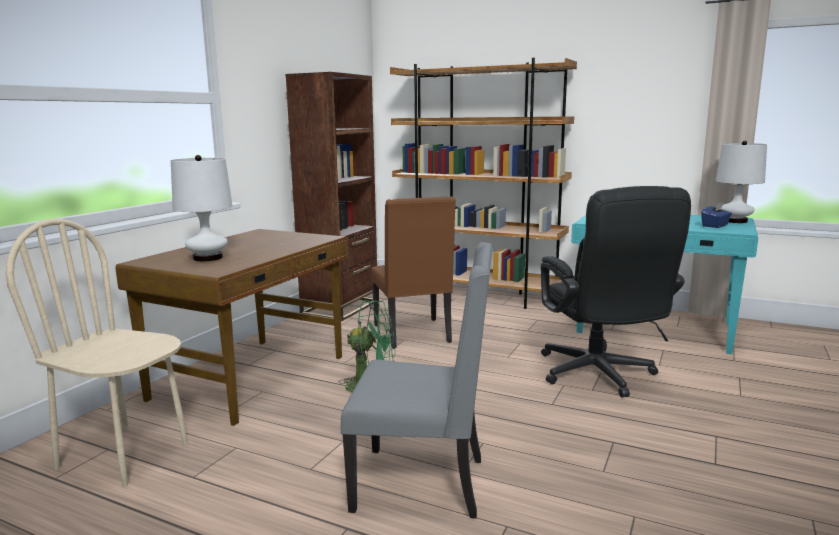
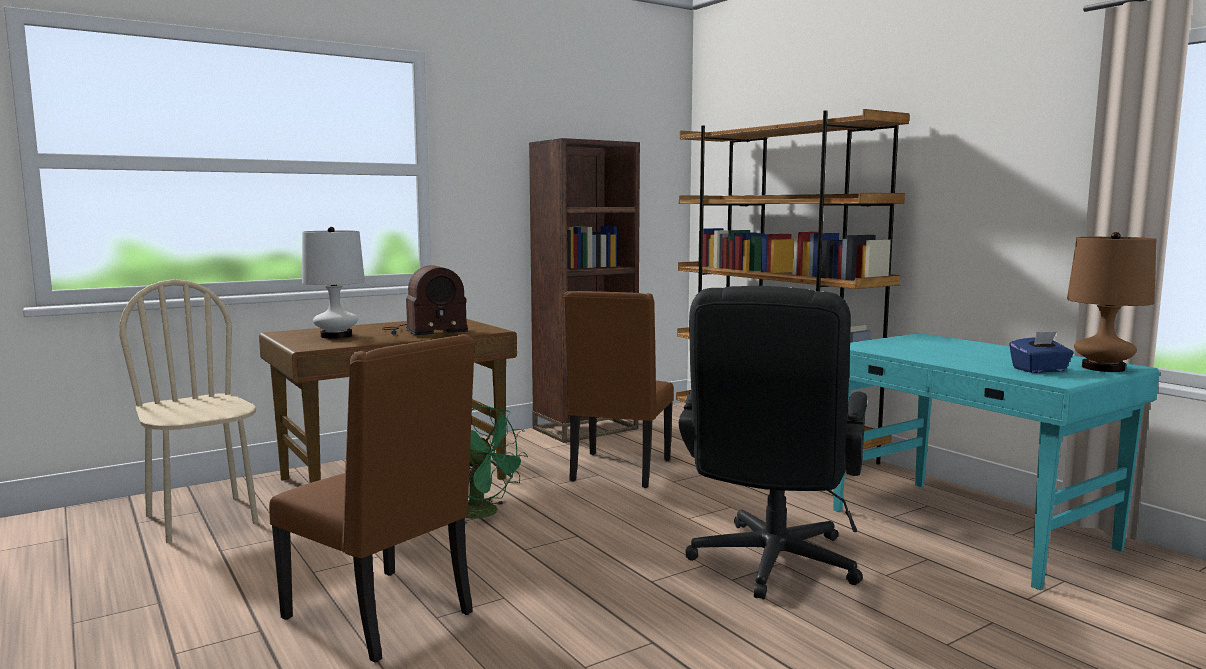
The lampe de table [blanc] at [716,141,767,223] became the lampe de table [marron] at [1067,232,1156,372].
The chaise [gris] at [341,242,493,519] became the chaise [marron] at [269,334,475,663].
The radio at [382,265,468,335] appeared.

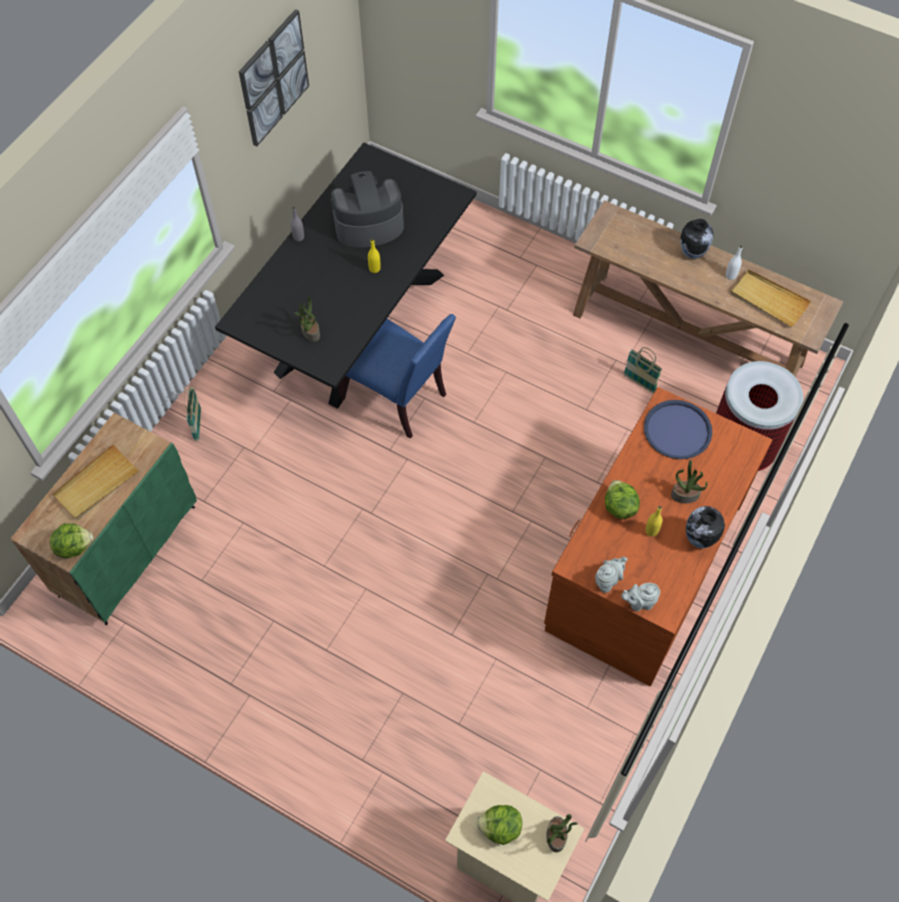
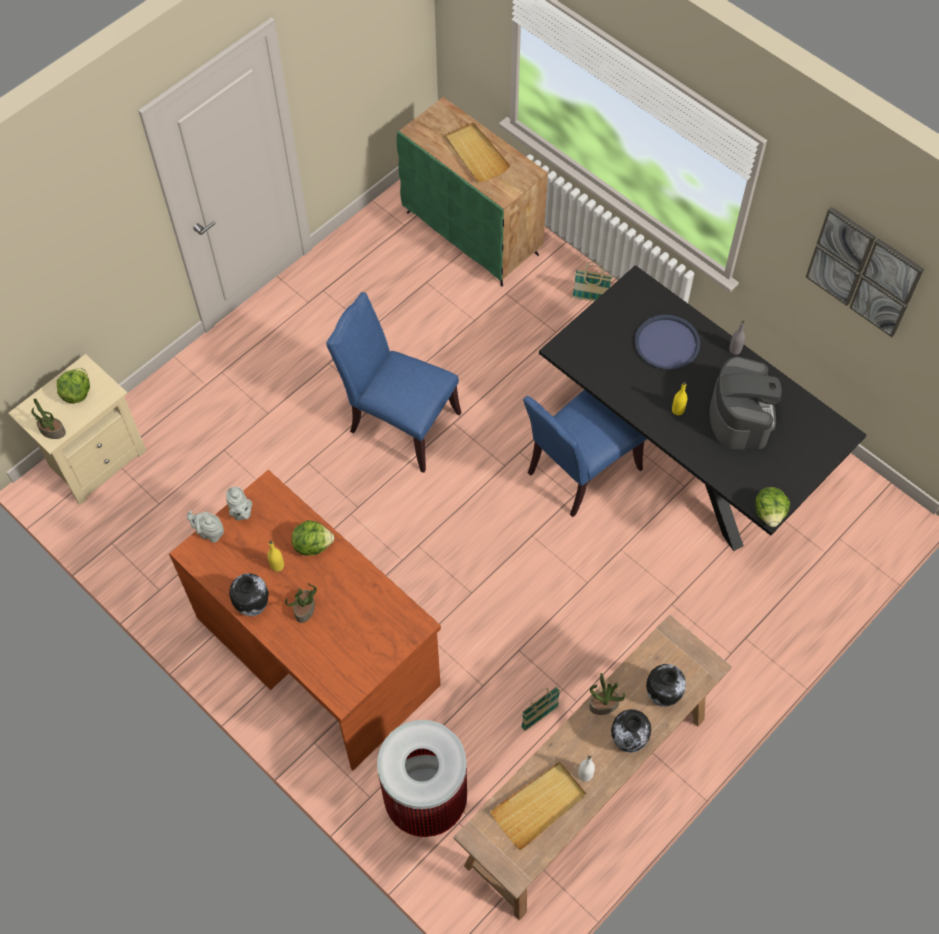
The plante en pot moved from [295,297,320,342] to [589,673,625,715].
The plateau [bleu] moved from [644,400,712,459] to [635,315,700,370].
The laitue moved from [50,523,93,558] to [755,487,790,527].
The théière [gris] at [621,583,660,611] turned 75 degrees counterclockwise.
The chaise [bleu] at [326,292,462,473] appeared.
The vase at [646,664,686,707] appeared.

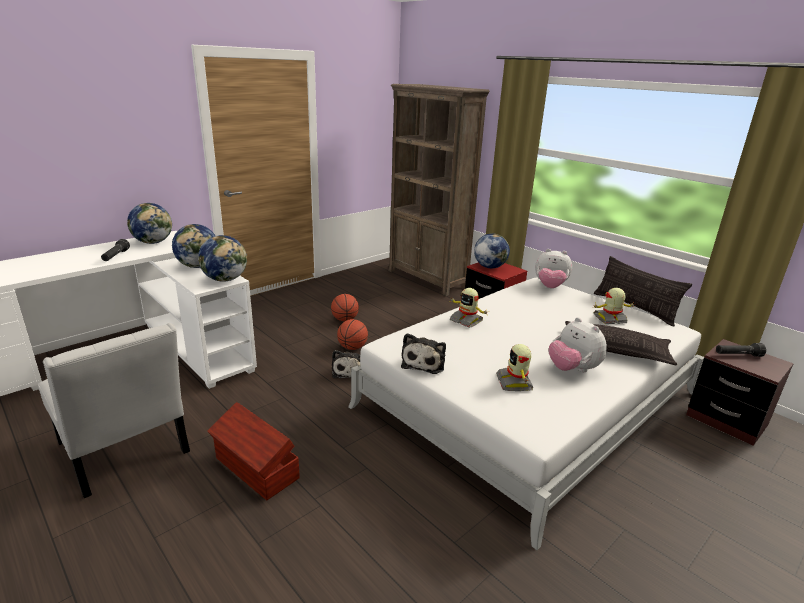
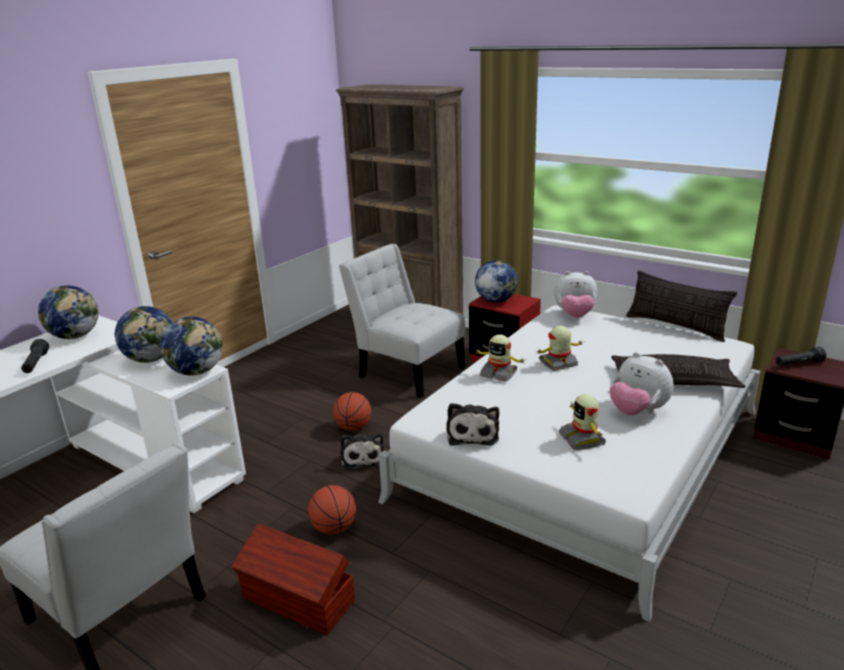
The robot jouet moved from [593,288,634,324] to [537,326,583,371].
The ballon de basket moved from [331,294,359,321] to [308,485,356,535].
The chaise [blanc] at [339,244,465,398] appeared.

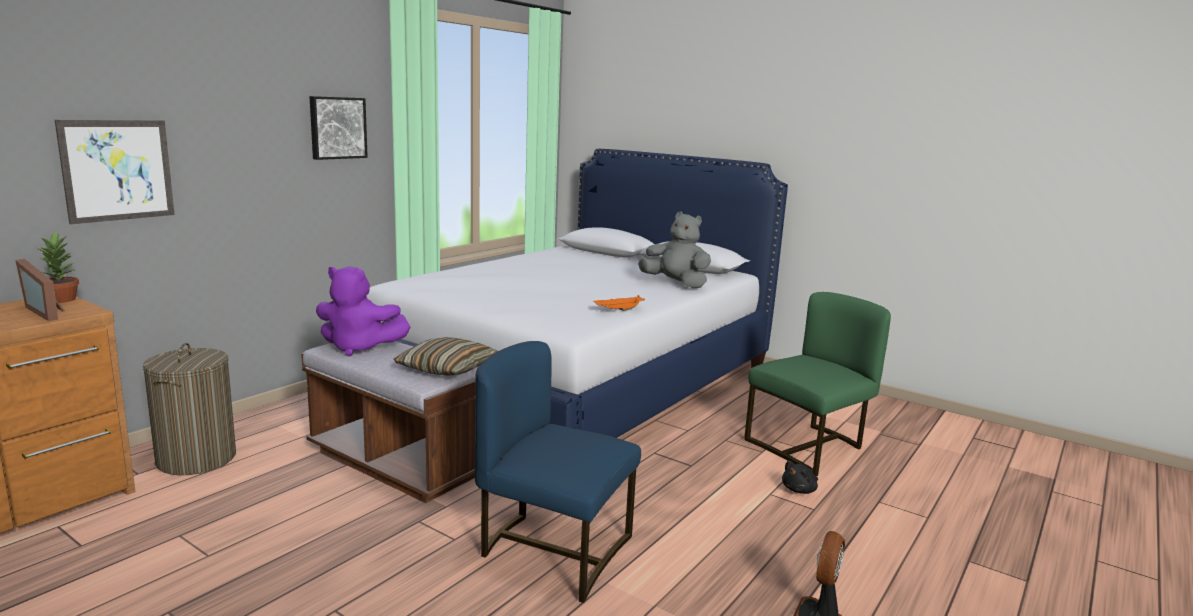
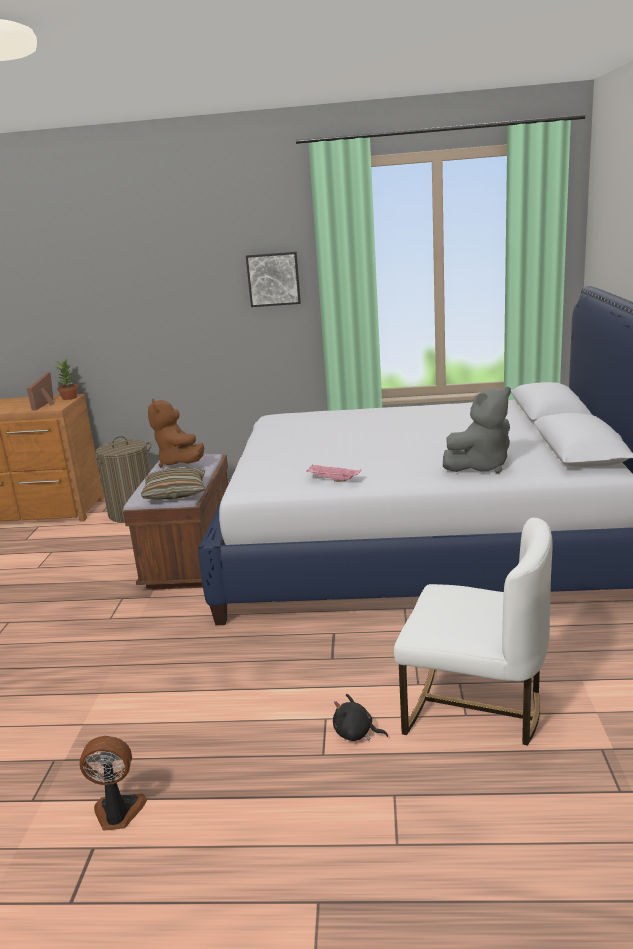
The tableau at [55,120,175,224] disappeared.
The peluche [gris] at [638,212,711,288] turned 60 degrees clockwise.
The peluche [violet] at [316,266,410,357] became the peluche [marron] at [148,399,204,467].
The chaise [vert] at [744,292,891,476] became the chaise [blanc] at [394,518,553,746].
The plateau [orange] at [593,295,645,311] became the plateau [rose] at [306,465,361,482].
The chaise [bleu] at [475,341,641,603] disappeared.

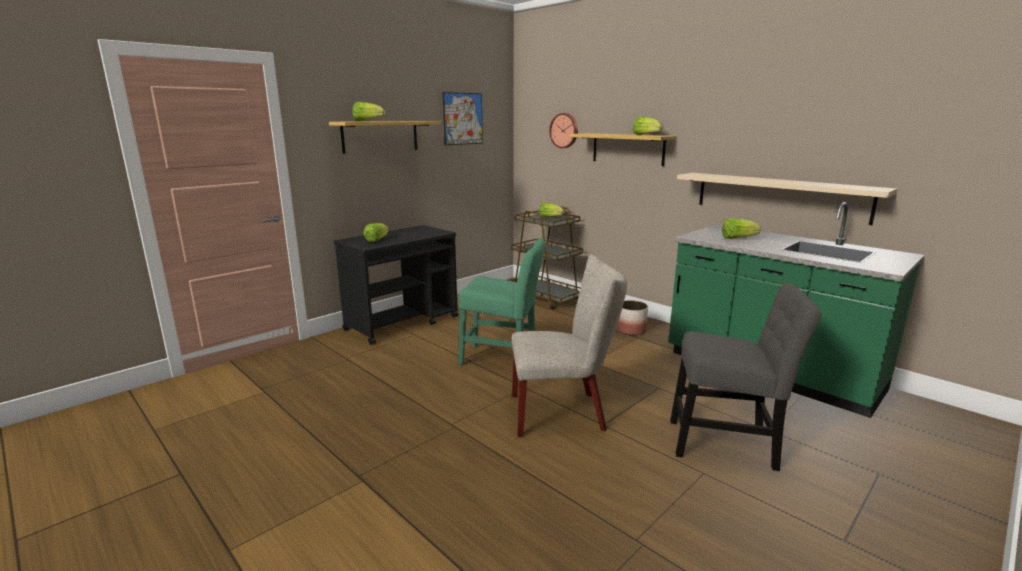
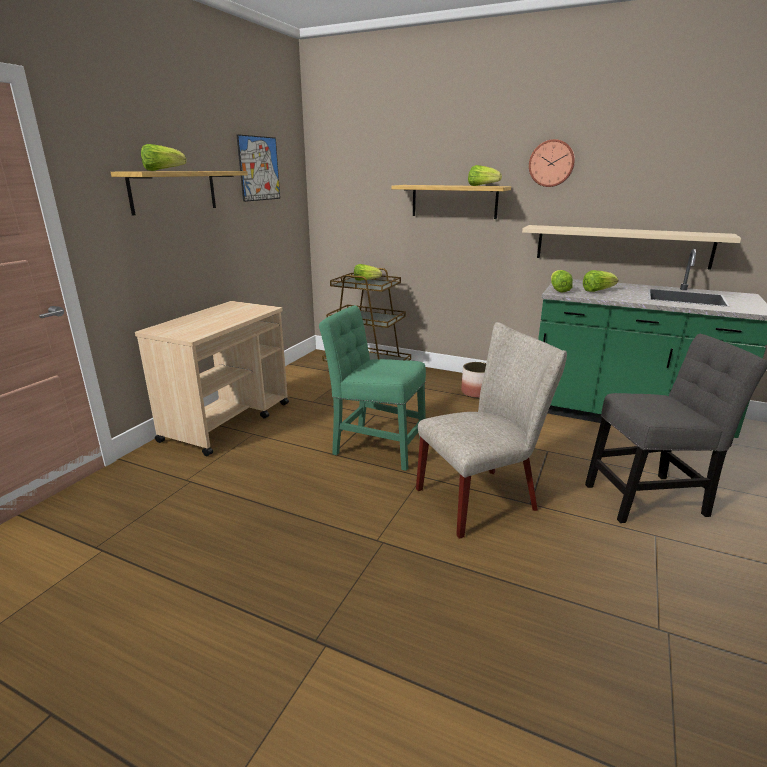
The horloge murale moved from [549,113,578,148] to [529,139,575,187].
The laitue moved from [364,223,389,242] to [551,270,573,293].
The chariot [noir] at [334,225,458,345] became the chariot [beige] at [135,301,289,456].
The chaise [vert] at [458,239,545,366] turned 150 degrees counterclockwise.

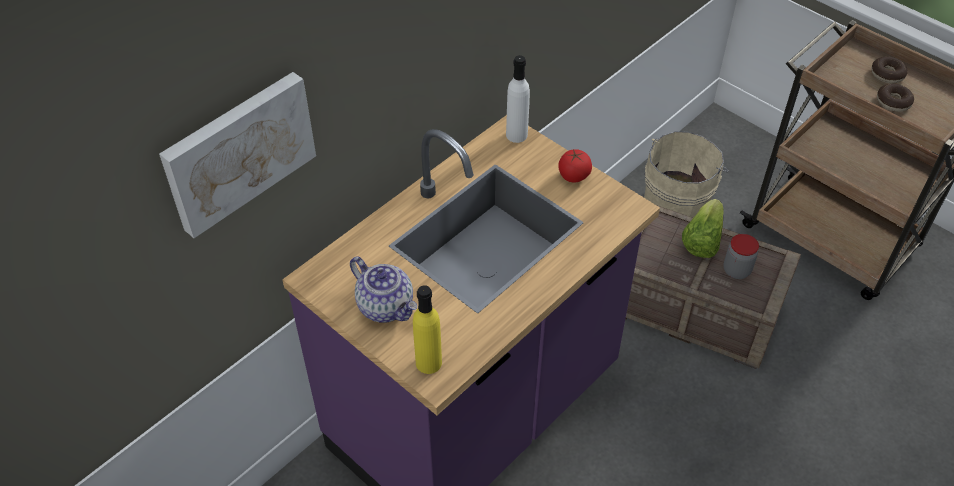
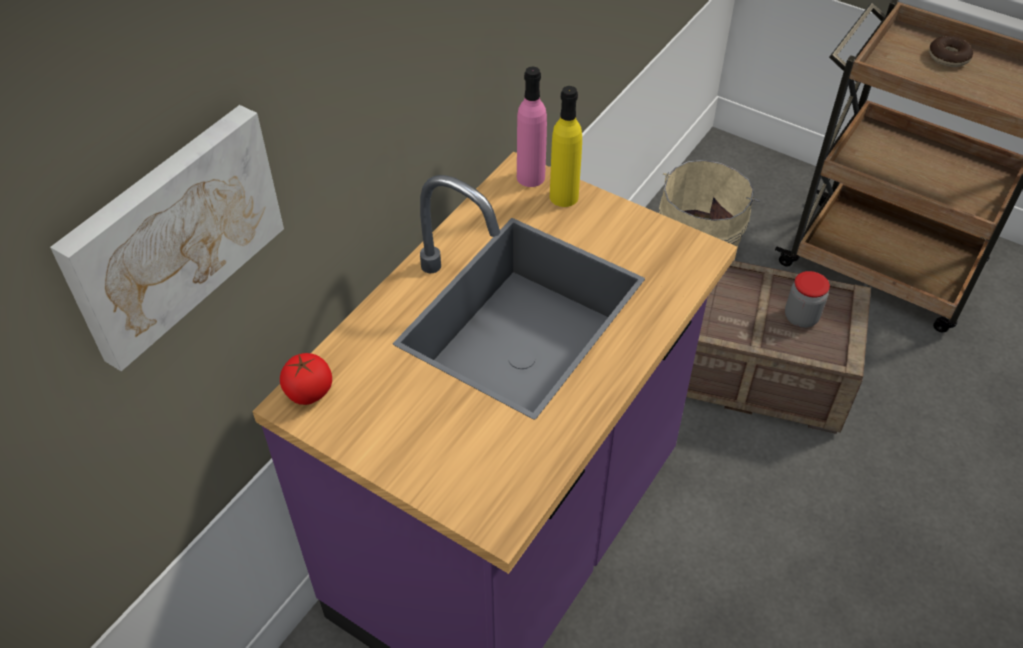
The bouteille [blanc] at [506,55,530,143] became the bouteille [rose] at [517,67,547,187].
The beignet at [877,84,914,112] disappeared.
The tomate moved from [558,149,592,183] to [280,353,332,405].
The laitue at [682,199,723,258] disappeared.
The théière at [350,257,417,323] disappeared.
The bouteille [jaune] moved from [413,285,442,374] to [550,86,582,207].

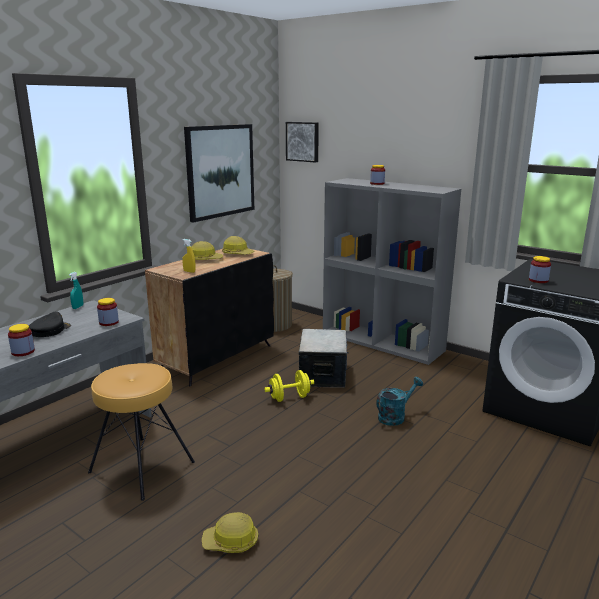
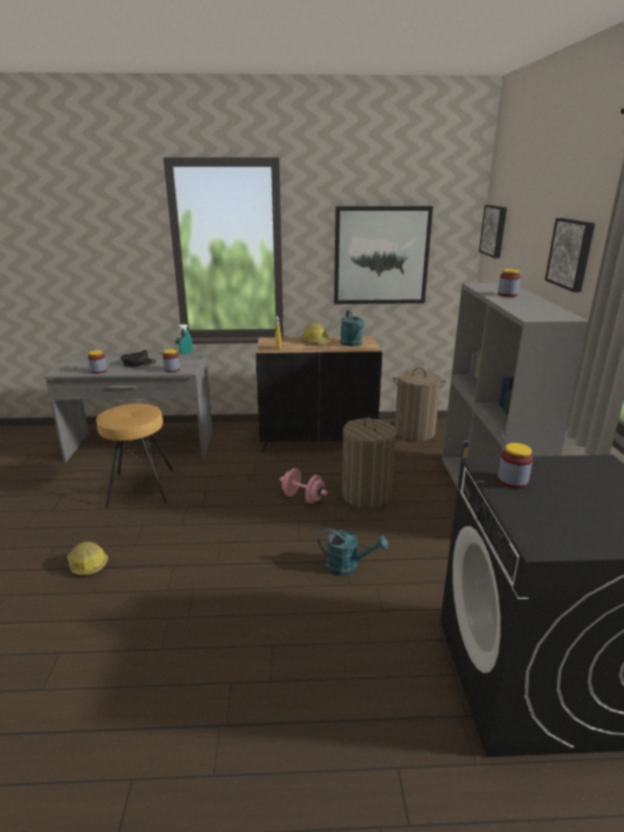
The casque de chantier at [222,236,255,255] was replaced by the arrosoir [turquoise] at [340,310,365,346].
The boîte de rangement at [299,329,349,388] was replaced by the panier à linge at [342,417,397,508].
The haltère [jaune] at [264,370,314,402] became the haltère [rose] at [280,468,327,504].
The tableau at [545,218,595,292] appeared.

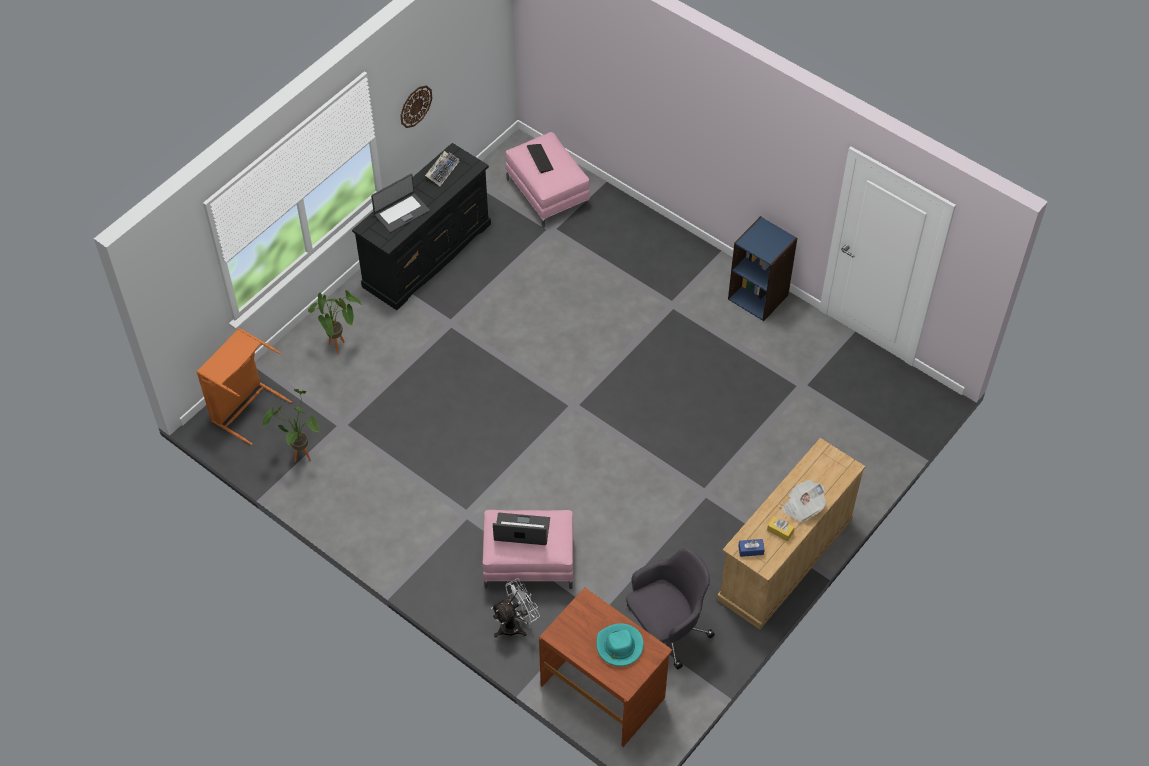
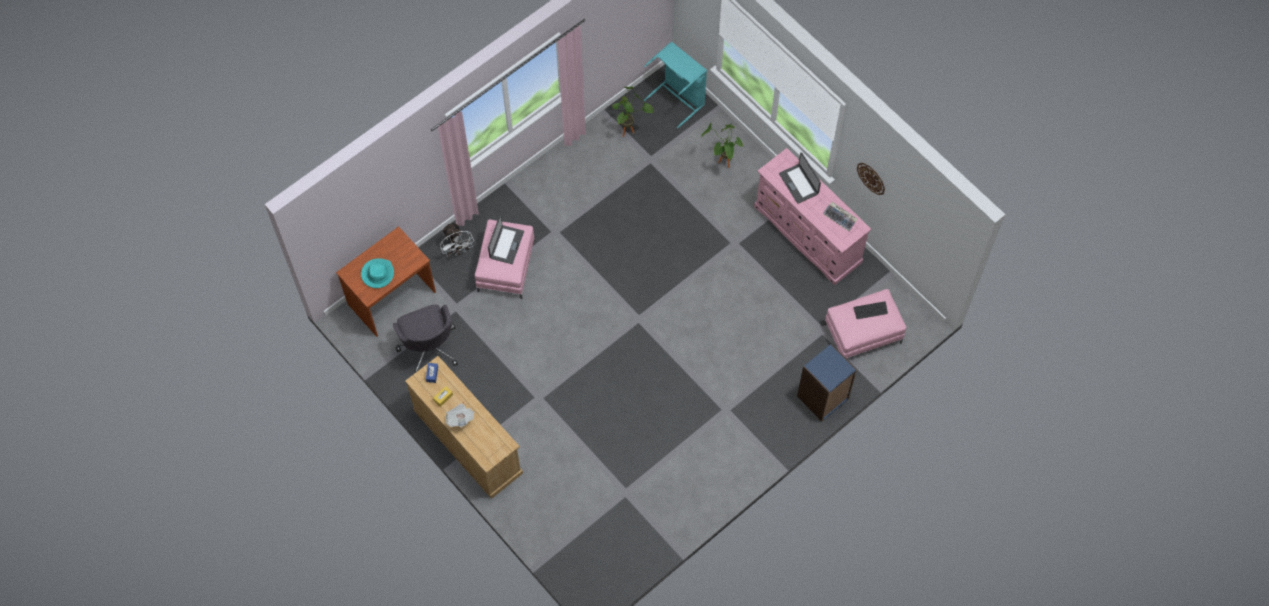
The commode [noir] at [352,143,491,310] became the commode [rose] at [754,148,871,286].
The bibliothèque [bleu] moved from [728,216,797,321] to [797,344,857,421].
The panier à linge [orange] at [196,328,292,445] became the panier à linge [turquoise] at [644,41,707,128].

